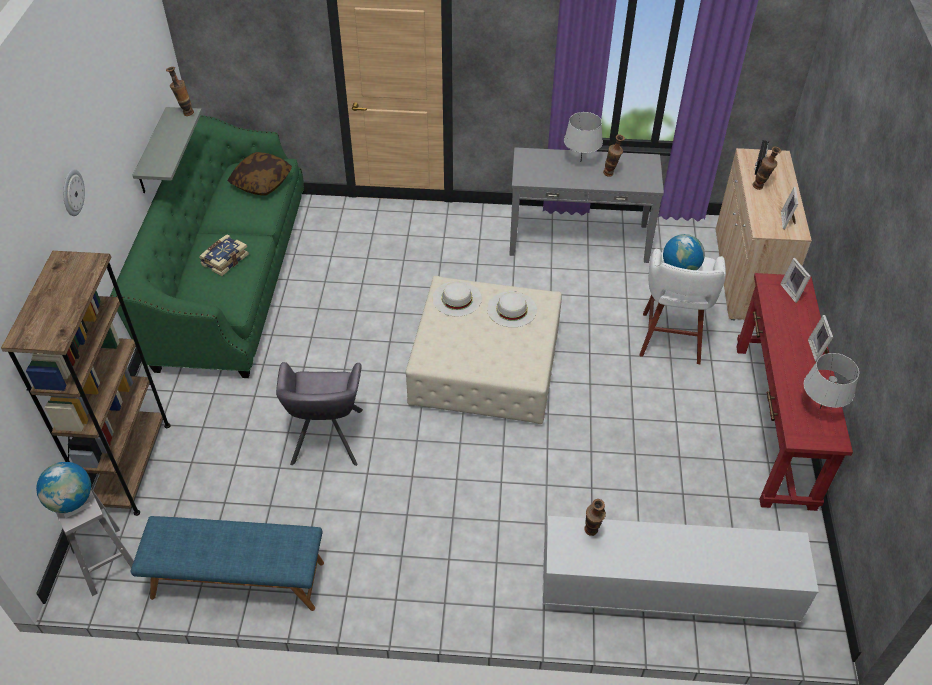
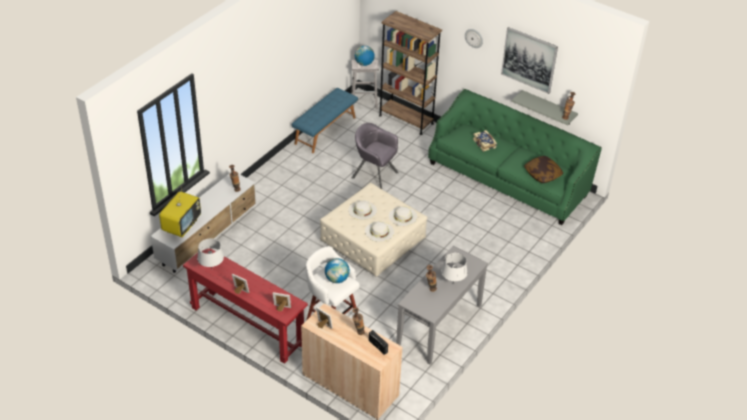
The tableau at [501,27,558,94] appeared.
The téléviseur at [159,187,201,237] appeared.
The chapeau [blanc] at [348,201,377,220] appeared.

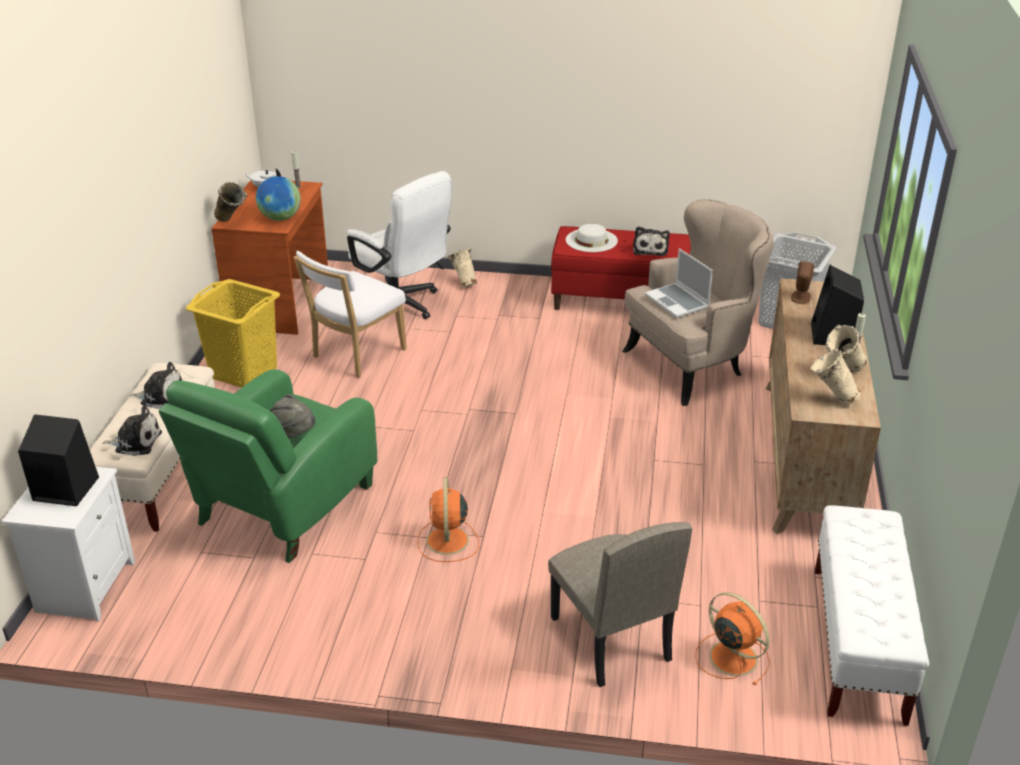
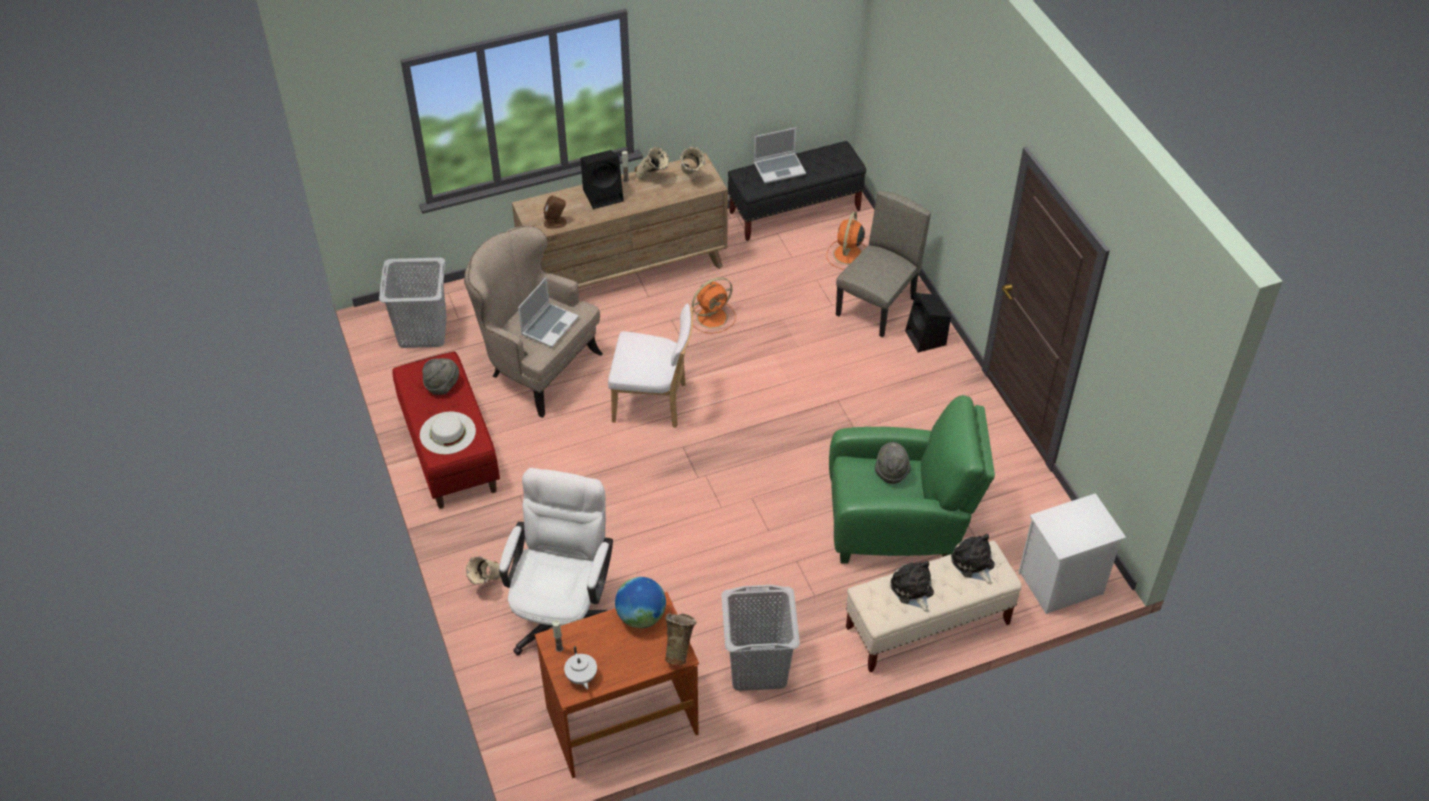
The peluche at [633,226,670,256] was replaced by the chapeau [gris] at [422,358,459,395].
The chaise [blanc] moved from [294,251,407,378] to [608,304,694,428].
The panier à linge [jaune] at [186,279,280,388] became the panier à linge [gris] at [721,585,800,691].
The enceinte [noir] moved from [18,414,99,506] to [905,293,951,353].
The ventilateur [orange] moved from [418,477,479,562] to [692,277,736,334].
The banc [blanc] at [815,505,930,726] became the banc [noir] at [728,141,866,241].
The ordinateur portable at [753,127,806,184] appeared.

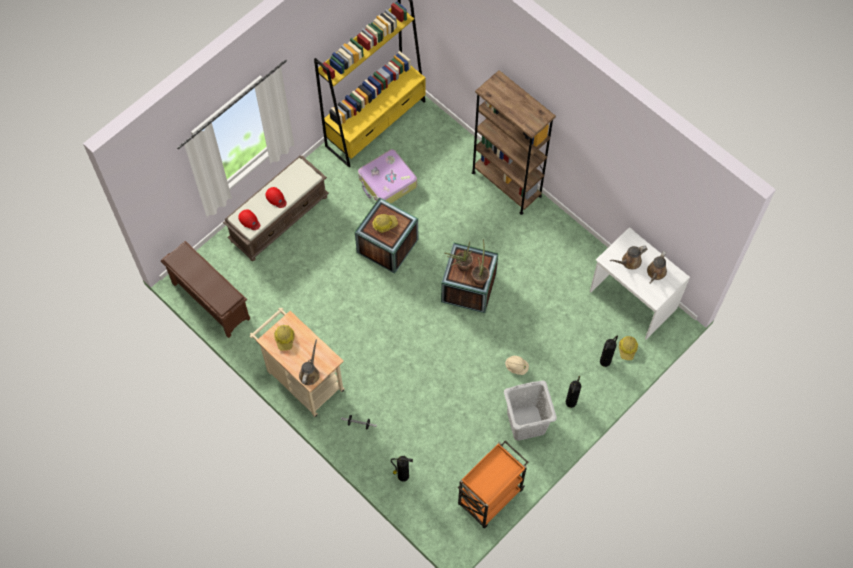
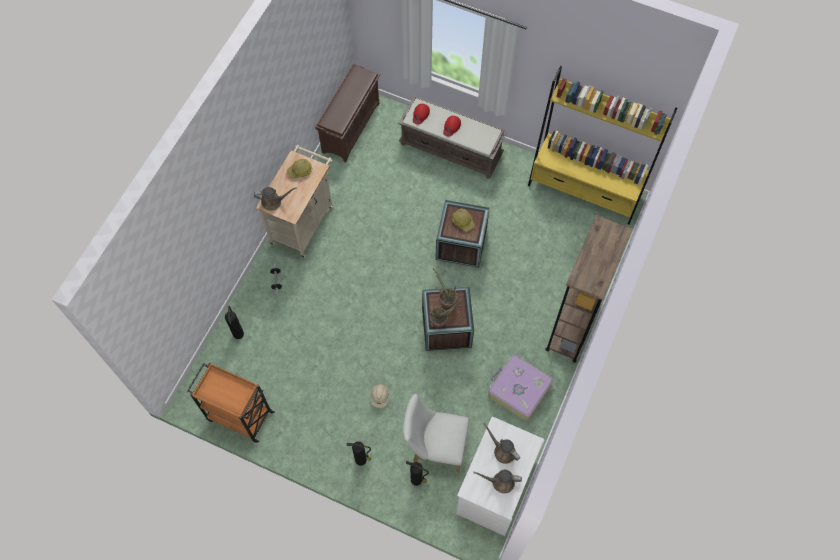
The valise moved from [358,149,417,203] to [488,355,553,421].
The casque de chantier at [619,336,638,360] disappeared.
The panier à linge [gris] at [504,380,557,441] disappeared.
The chaise [blanc] at [403,394,469,473] appeared.

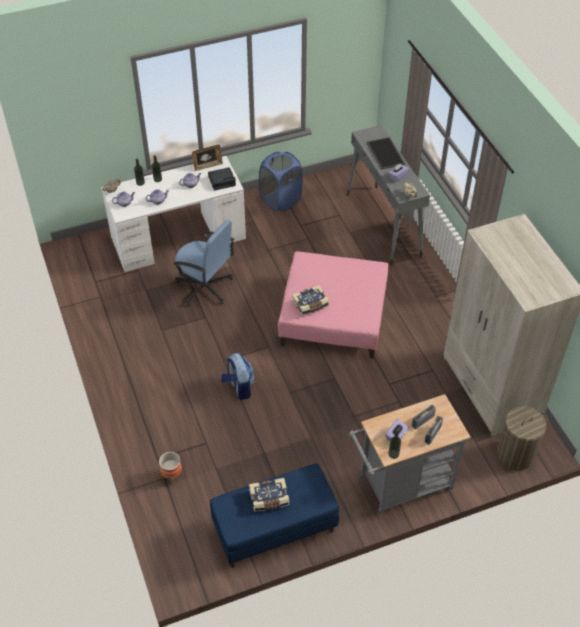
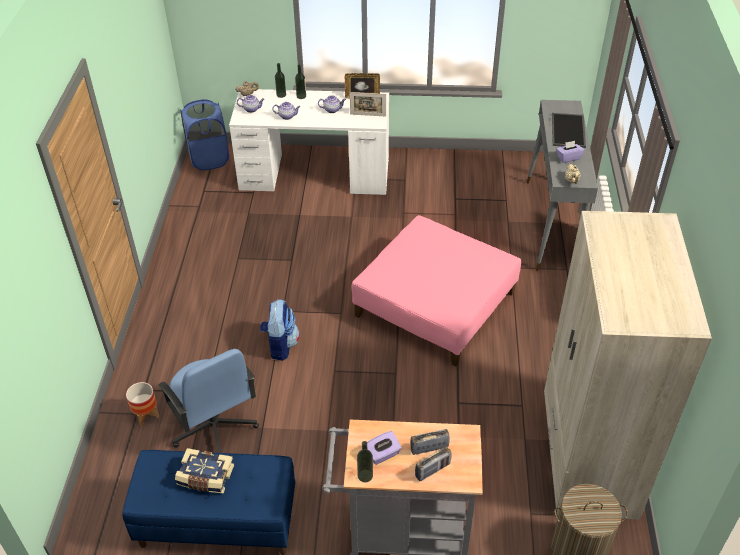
The panier à linge [bleu] moved from [259,152,302,211] to [181,99,229,171].
The réveil at [208,167,236,190] was replaced by the cadre photo at [350,92,386,117].
The chaise de bureau [bleu] moved from [173,220,235,306] to [158,349,259,453].
The livre at [292,285,329,316] disappeared.

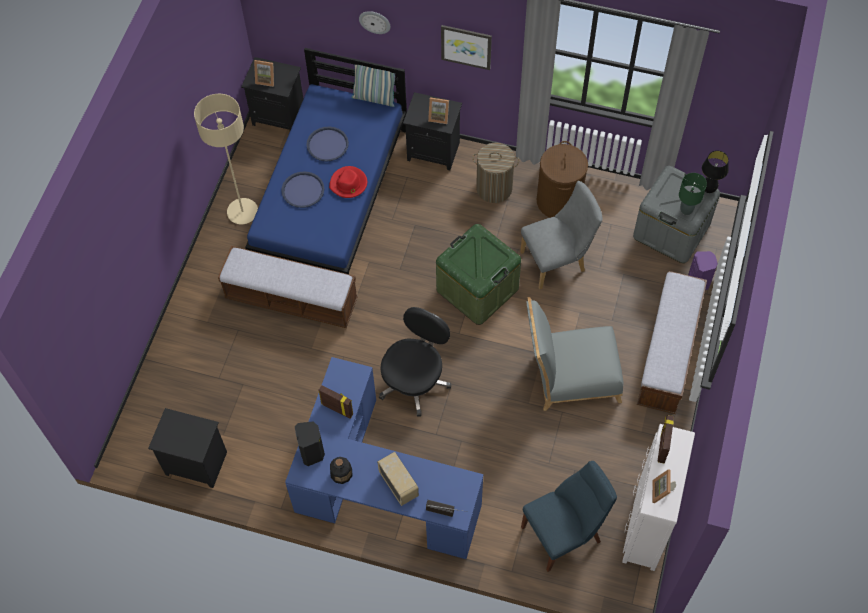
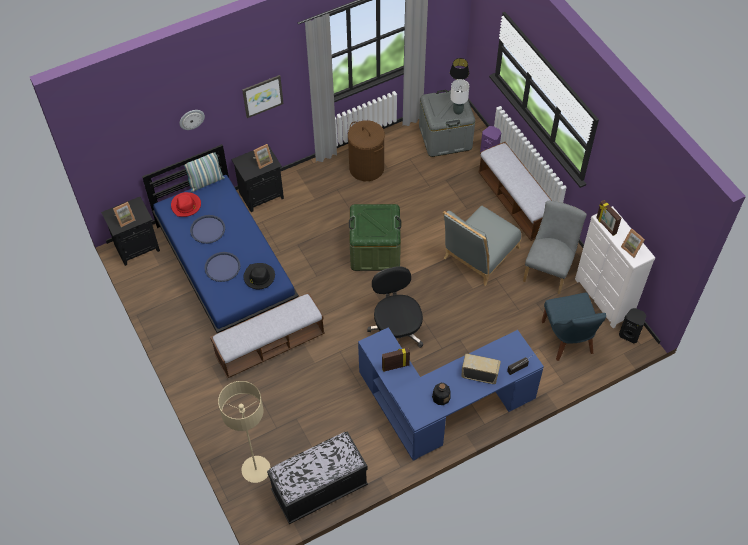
The lampadaire [beige] moved from [194,94,258,224] to [218,381,271,483].
The panier à linge at [473,143,519,203] disappeared.
The chapeau [rouge] moved from [329,166,367,198] to [171,192,201,217].
The lampe de table [vert] at [679,173,707,215] became the lampe de table [blanc] at [450,79,469,115].
The chaise [gris] moved from [520,181,603,290] to [523,200,587,294].
The table de chevet [noir] at [148,408,227,488] was replaced by the banc [noir] at [267,431,368,524].
The enceinte [noir] moved from [295,422,325,466] to [619,308,647,344].
The chaise [bleu] at [521,461,617,572] turned 150 degrees clockwise.
The chapeau [noir] at [244,263,275,289] appeared.

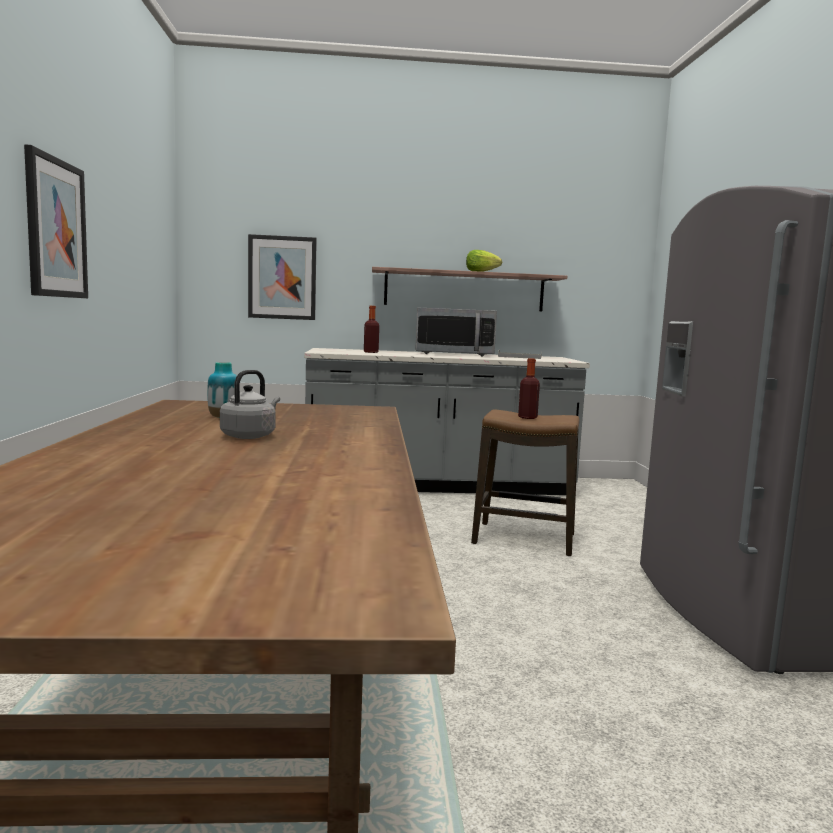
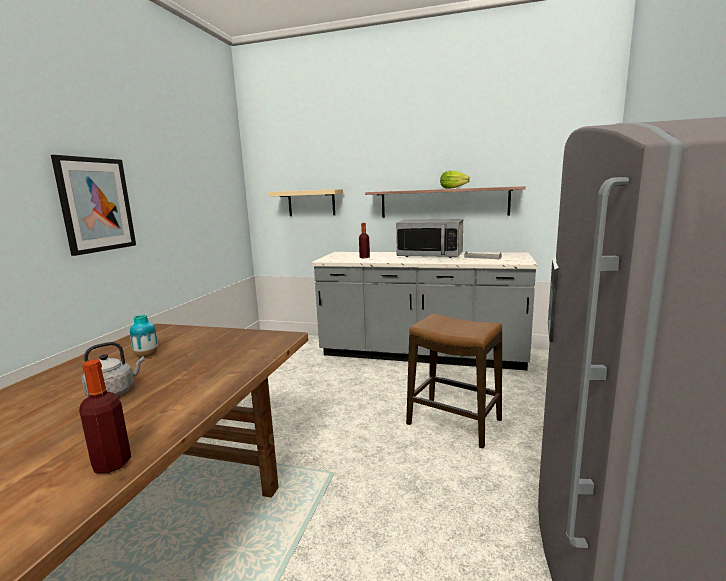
The tableau at [248,234,317,320] was replaced by the étagère [beige] at [268,189,343,216].
The bouteille moved from [518,358,540,419] to [79,359,132,473].

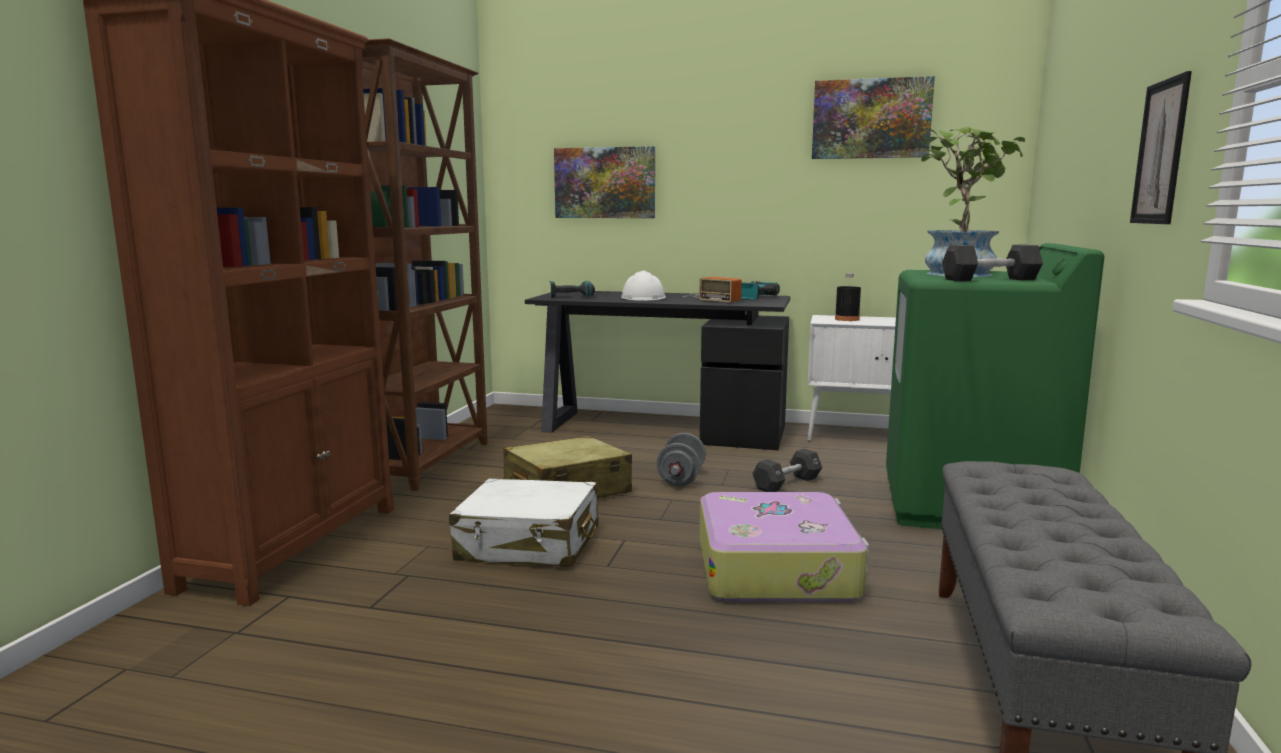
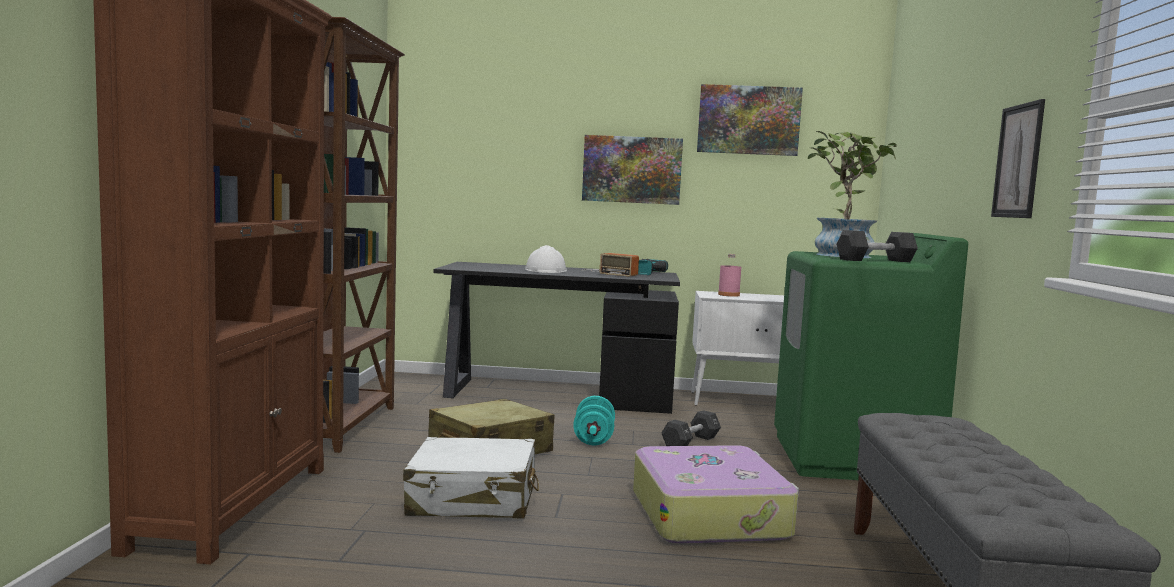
The tableau moved from [554,146,655,218] to [582,135,683,205].
The bouteille [noir] at [835,273,861,321] became the bouteille [rose] at [718,254,741,297].
The perceuse at [549,281,595,298] disappeared.
The haltère [gris] at [656,433,706,486] became the haltère [turquoise] at [573,396,615,445].

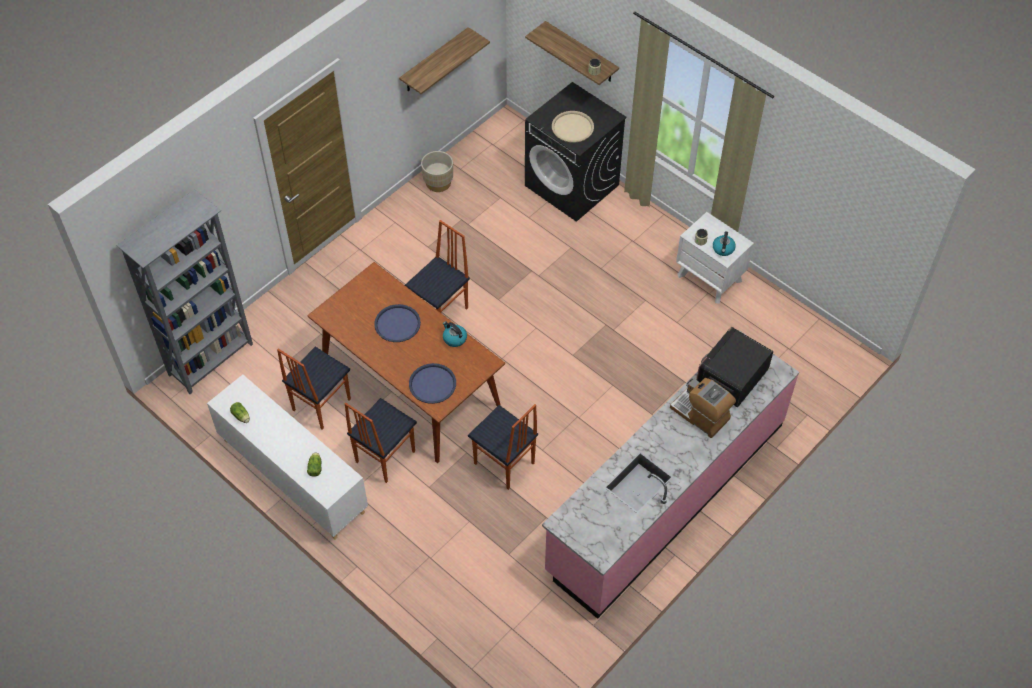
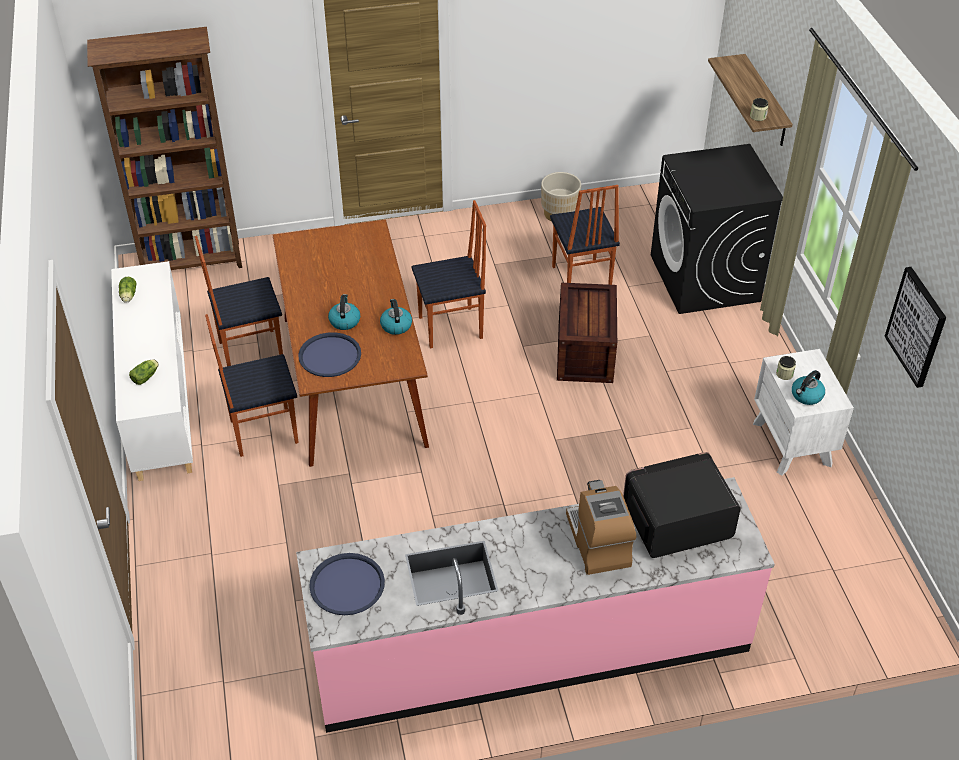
The étagère at [399,27,490,94] disappeared.
The plateau [beige] at [552,111,594,143] disappeared.
The bibliothèque [gris] at [117,189,253,394] became the bibliothèque [marron] at [87,27,242,270].
The plateau [bleu] moved from [374,304,421,342] to [309,553,385,615].
The chaise moved from [468,404,538,490] to [550,185,620,285].
The tableau at [884,267,946,388] appeared.
The caisse at [557,283,617,383] appeared.
The bouilloire at [328,294,360,330] appeared.

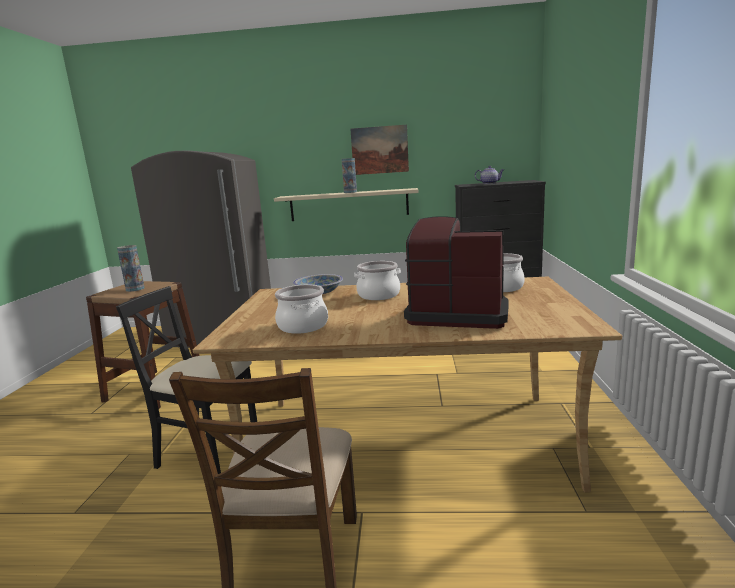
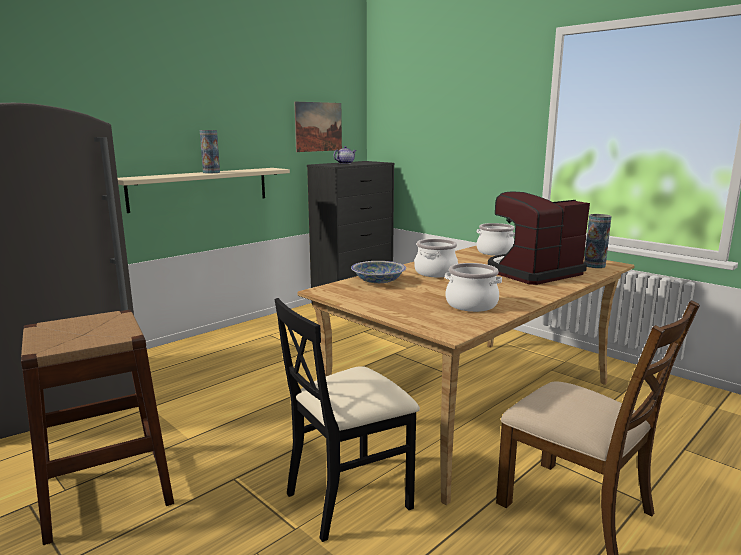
The tableau moved from [350,125,409,175] to [294,102,342,152].
The vase moved from [117,245,145,292] to [584,214,612,268].

